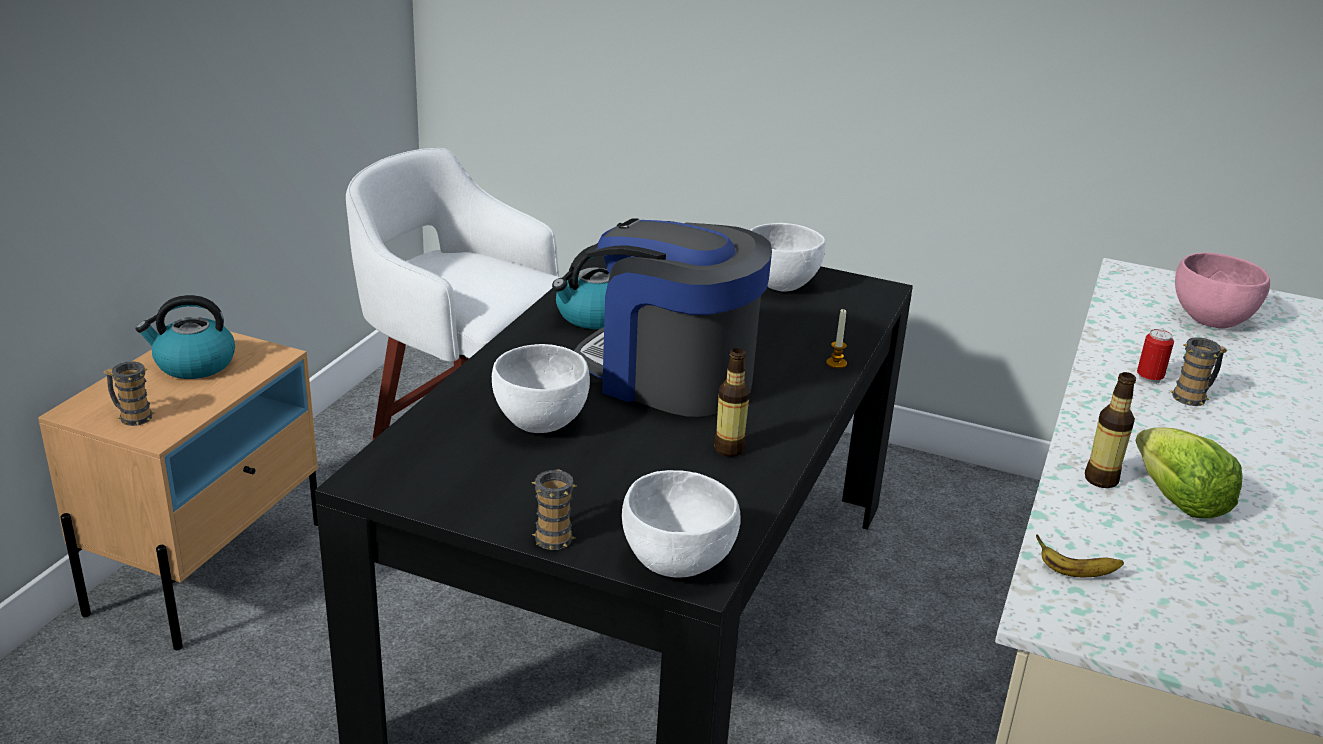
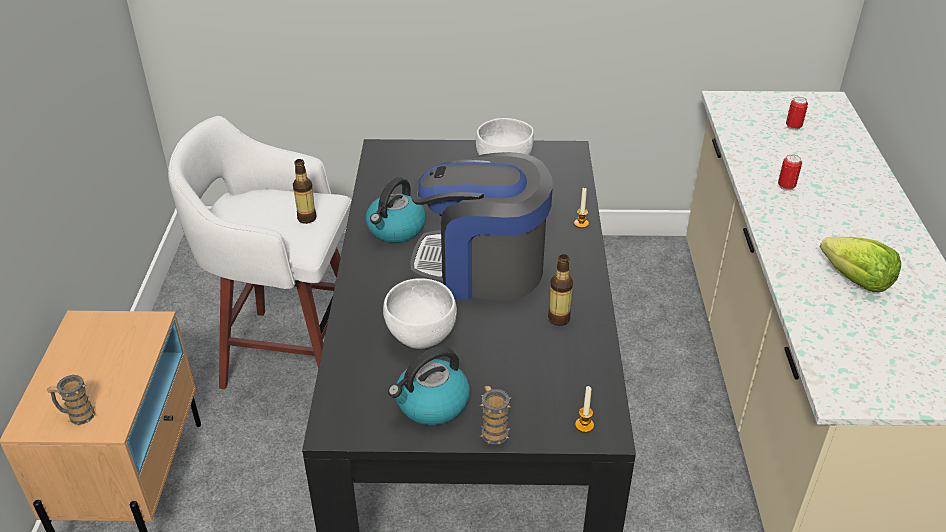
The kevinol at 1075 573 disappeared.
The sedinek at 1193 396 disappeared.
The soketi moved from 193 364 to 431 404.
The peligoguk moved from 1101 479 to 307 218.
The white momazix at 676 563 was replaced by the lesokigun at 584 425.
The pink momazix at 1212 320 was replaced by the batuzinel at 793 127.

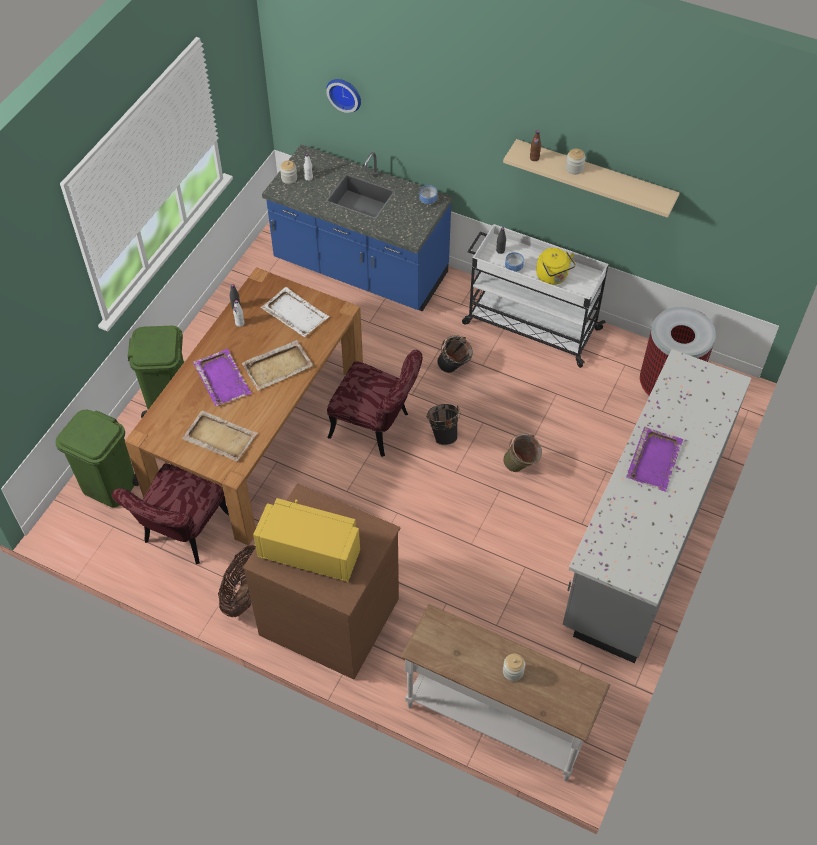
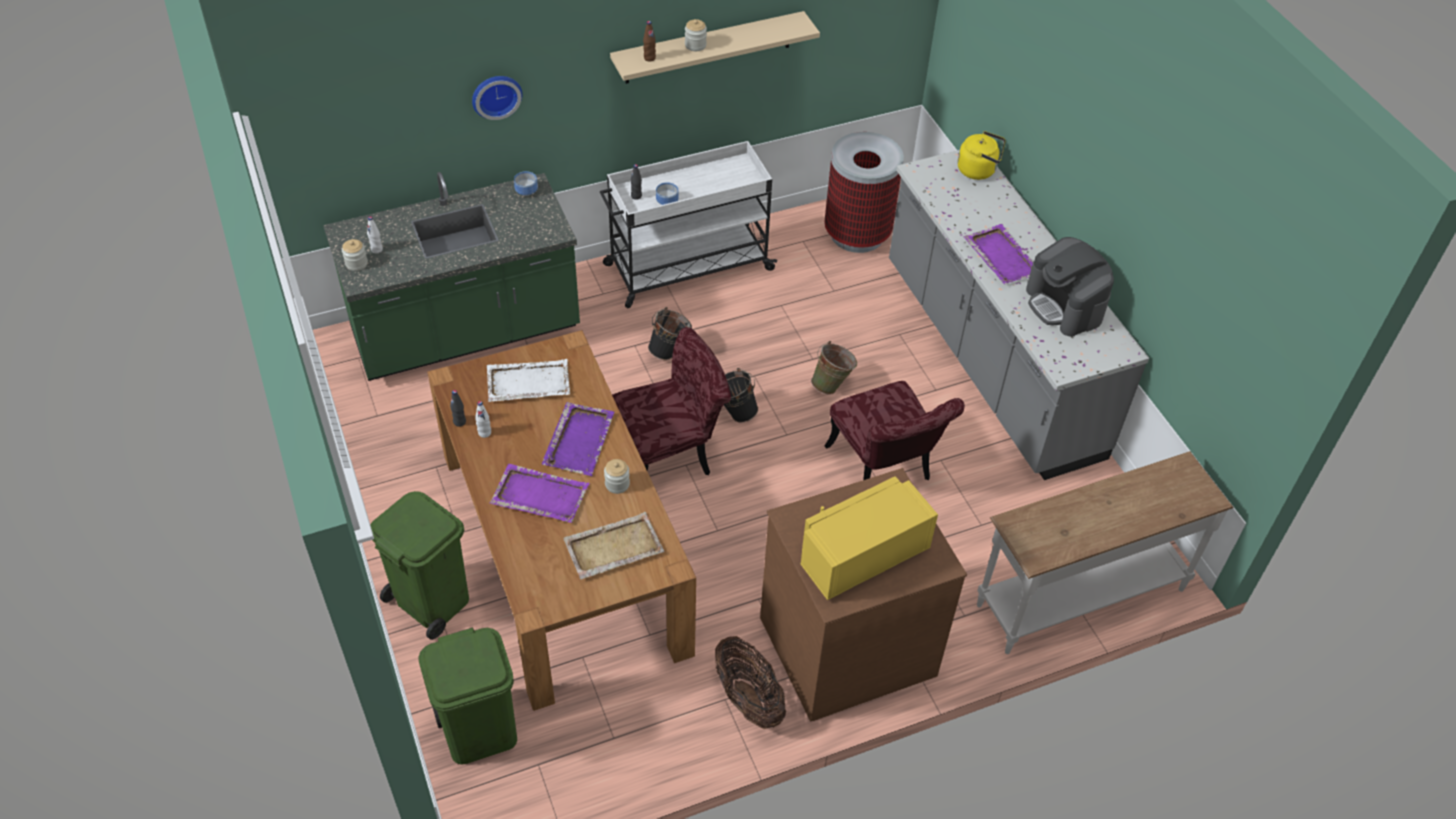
The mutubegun at 1064 305 appeared.
The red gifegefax moved from 182 535 to 883 471.
The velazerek moved from 345 93 to 496 95.
The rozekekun moved from 513 672 to 617 484.
The yellow soketi moved from 553 277 to 979 170.
The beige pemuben at 278 366 became the purple pemuben at 579 440.
The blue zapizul at 360 269 became the green zapizul at 466 332.

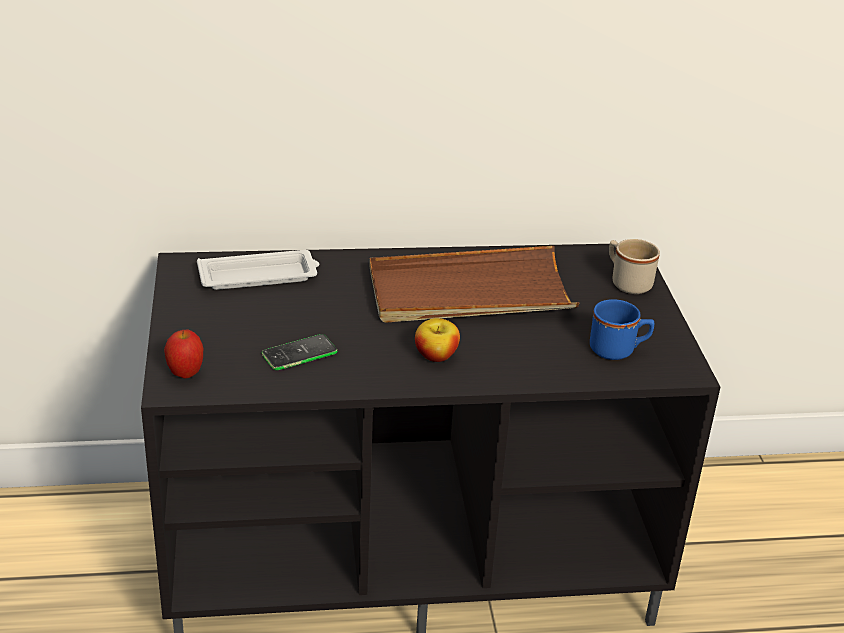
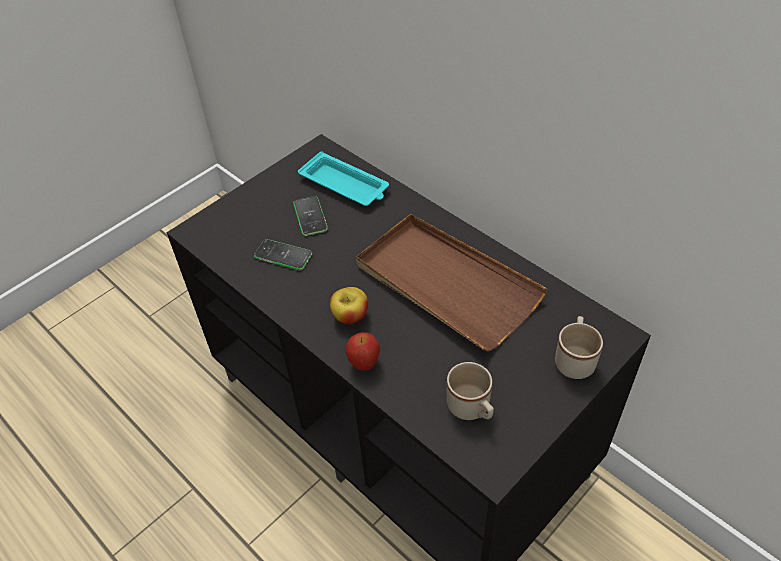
The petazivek at 310 216 appeared.
The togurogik moved from 185 374 to 364 364.
The white pemuben at 260 276 became the turquoise pemuben at 345 185.
The blue sedinek at 618 350 became the beige sedinek at 471 409.

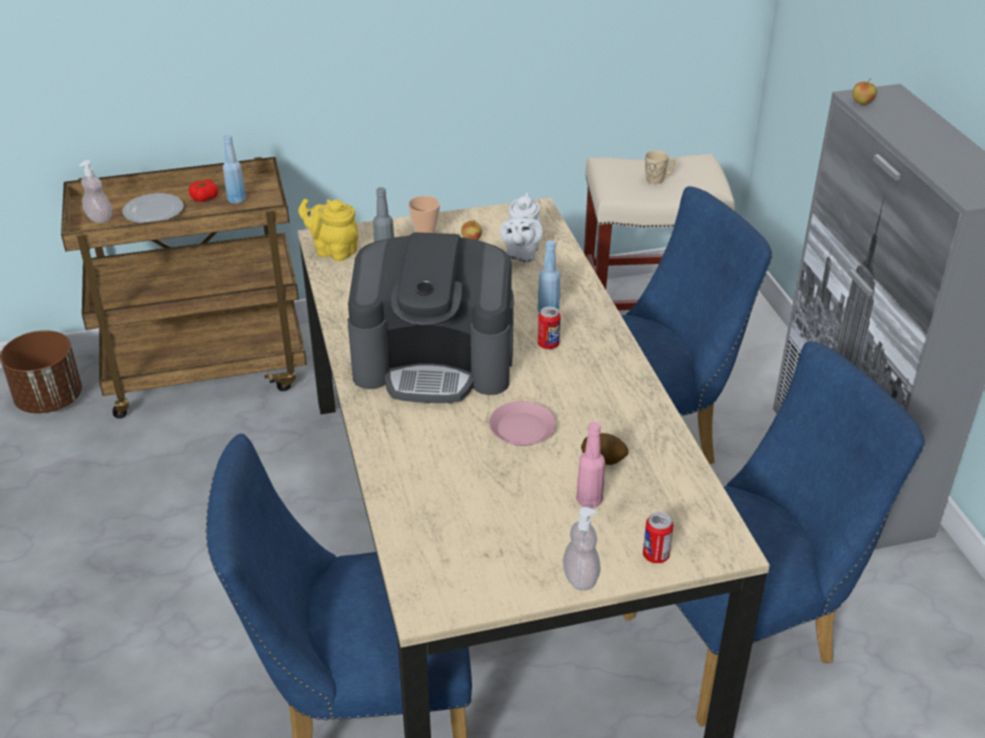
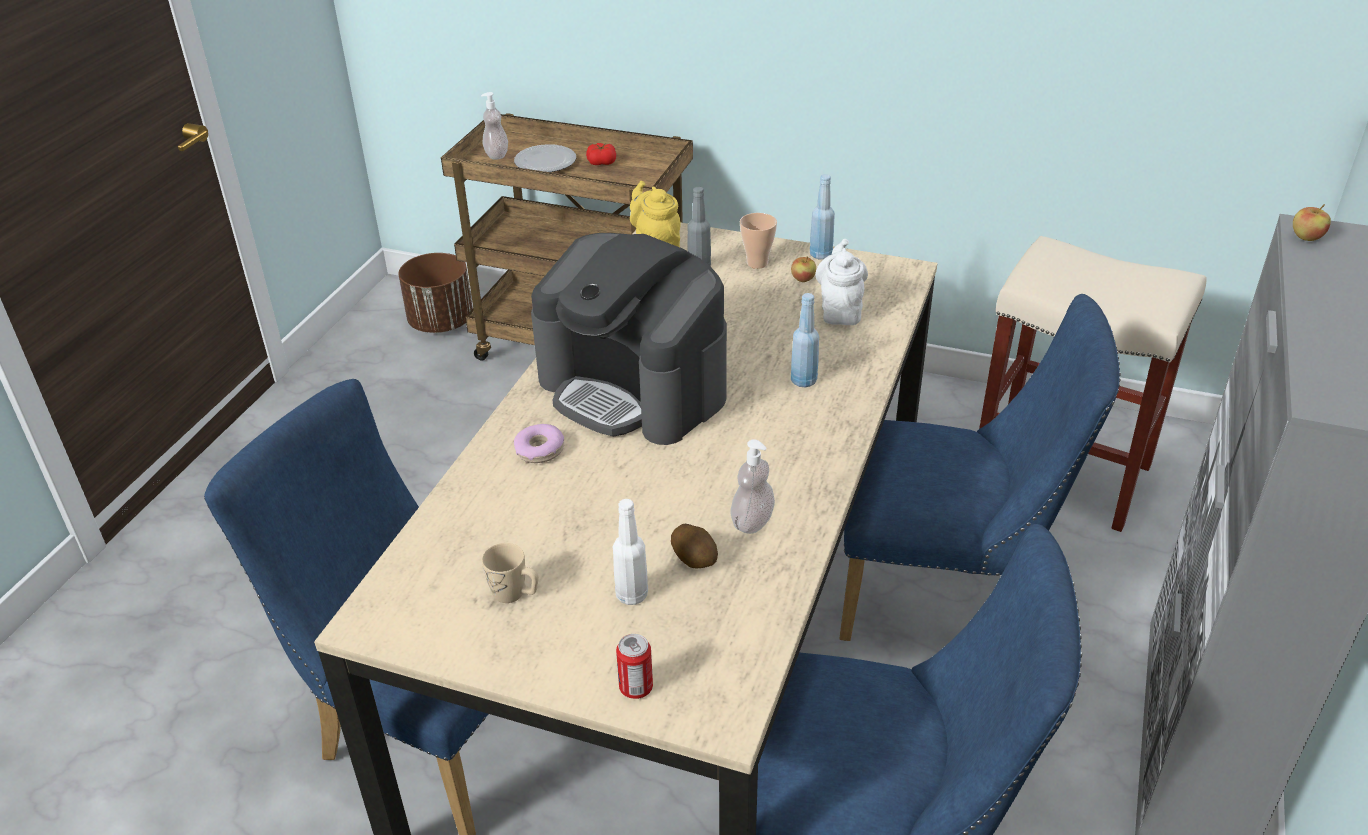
The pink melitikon at 522 429 disappeared.
The batuzinel at 548 344 disappeared.
The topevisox at 539 450 appeared.
The blue peligoguk moved from 237 200 to 821 255.
The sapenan moved from 580 578 to 752 522.
The beige sedinek moved from 658 179 to 515 594.
The pink peligoguk at 589 500 became the white peligoguk at 632 595.
The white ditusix at 521 254 turned 135 degrees clockwise.

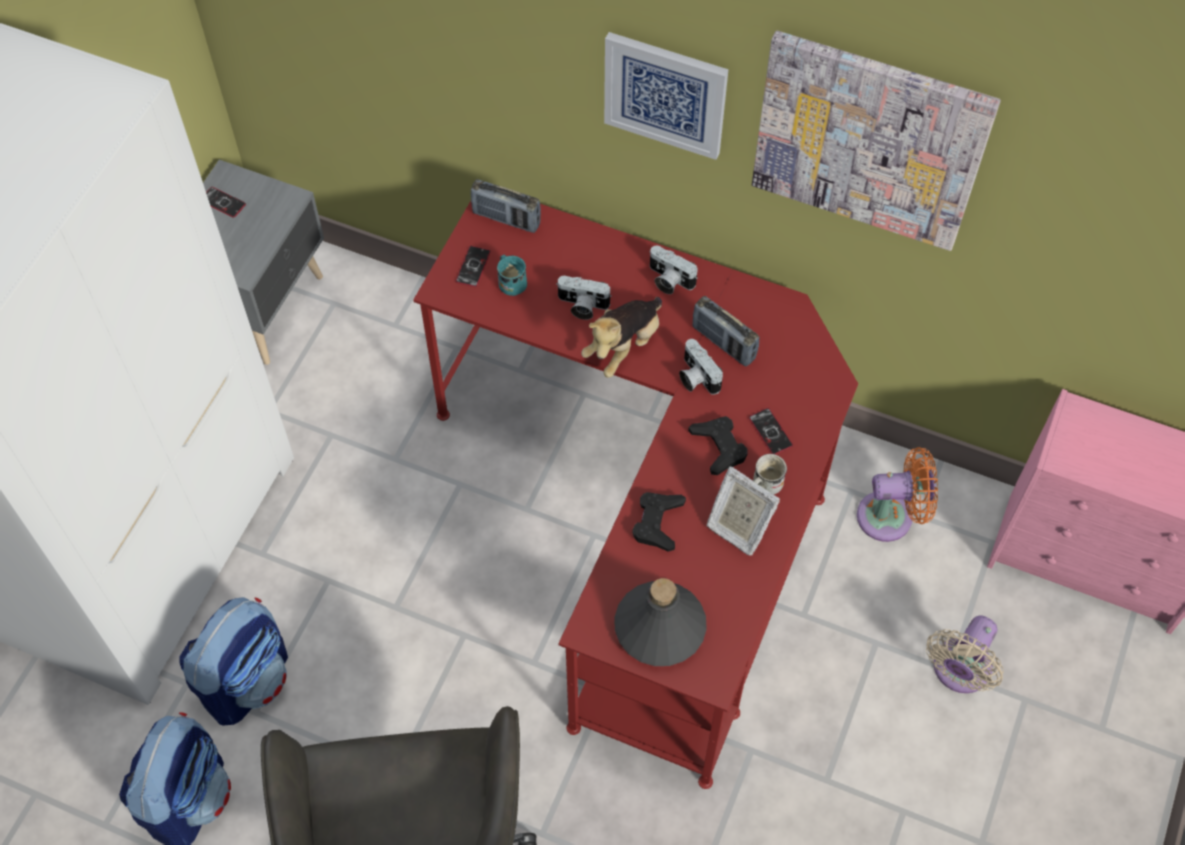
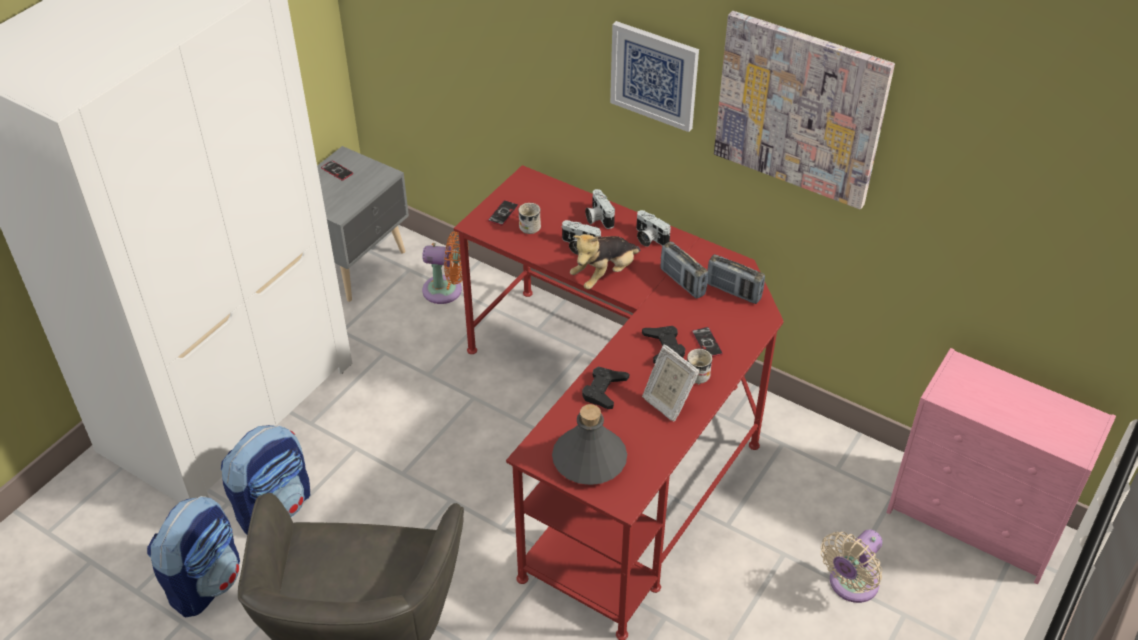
The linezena moved from 506 219 to 733 291.
The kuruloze moved from 696 377 to 598 218.
The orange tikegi moved from 891 516 to 447 290.
The turquoise sedinek at 511 281 became the white sedinek at 529 225.

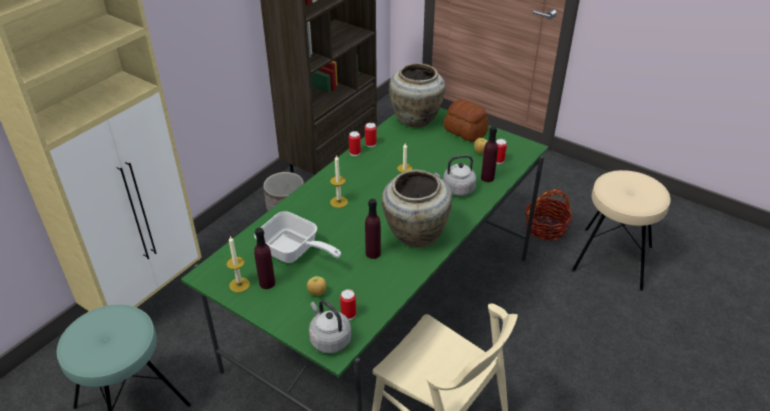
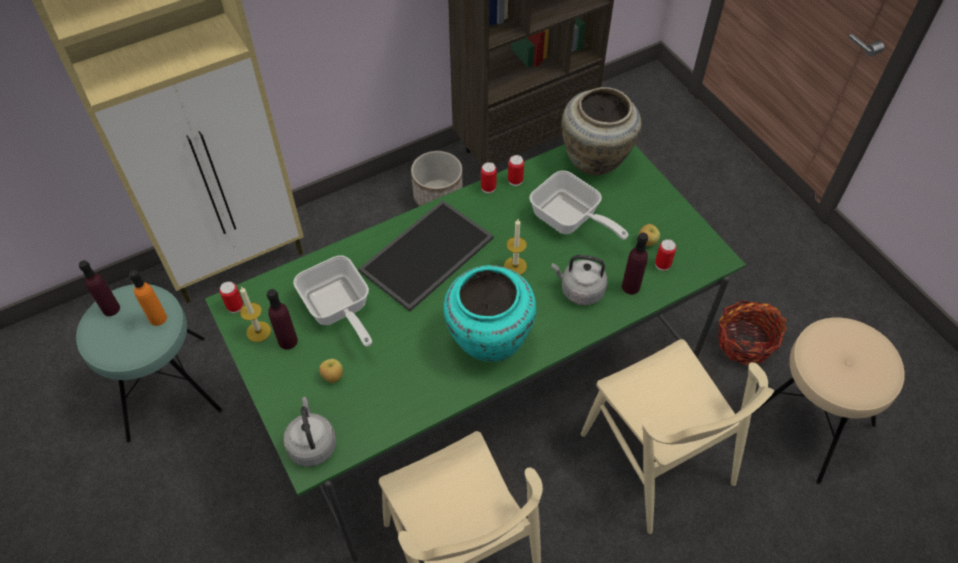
The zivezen at 465 131 disappeared.
The orange peligoguk at 158 318 appeared.
The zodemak at 570 220 appeared.
The beige gifegefax at 657 459 appeared.
The batuzinel moved from 348 314 to 235 306.
The purple peligoguk moved from 373 253 to 111 309.
The lesokigun at 339 202 was replaced by the pemuben at 427 256.
The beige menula at 414 234 became the turquoise menula at 488 339.

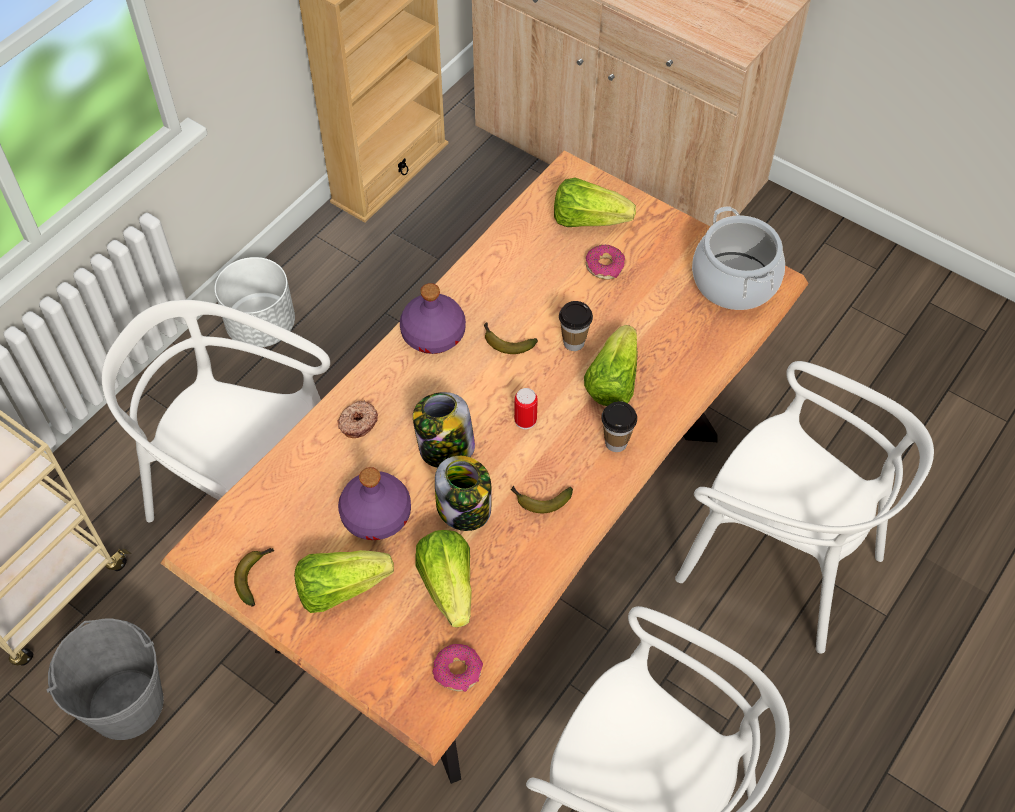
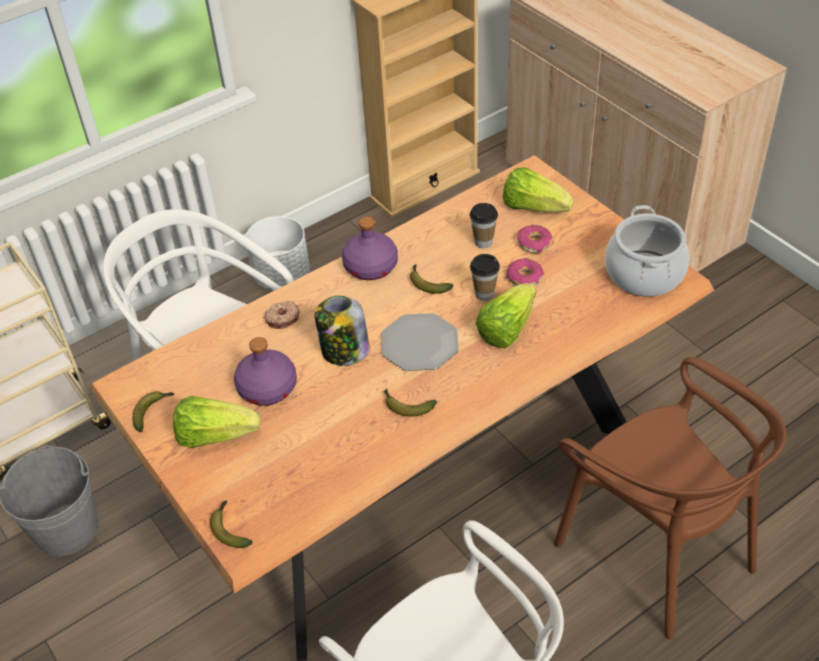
The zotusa at 448 585 disappeared.
The rozekekun at 465 509 disappeared.
The kevinol at 229 528 appeared.
The topevisox moved from 458 671 to 524 278.
The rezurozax moved from 616 442 to 483 242.
The batuzinel at 525 420 was replaced by the melitikon at 419 343.
The white gifegefax at 780 561 became the brown gifegefax at 655 550.

